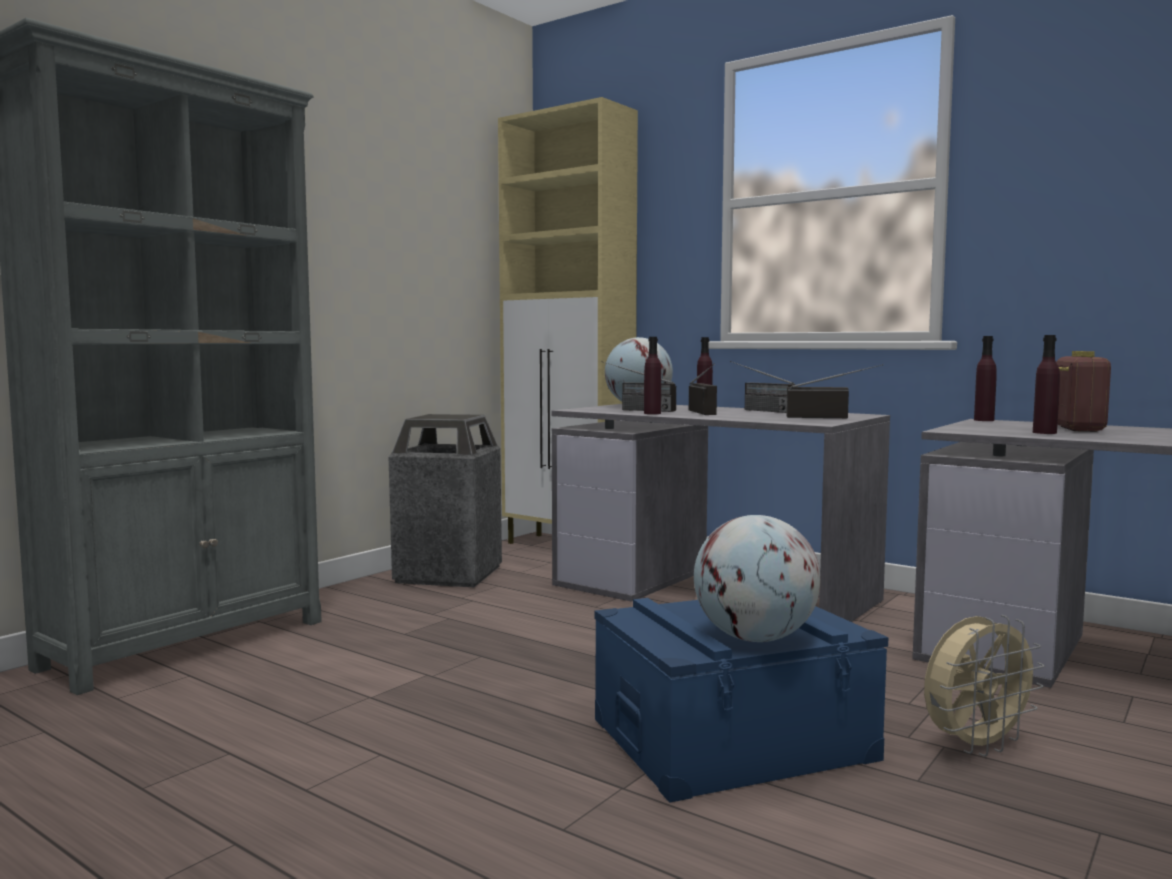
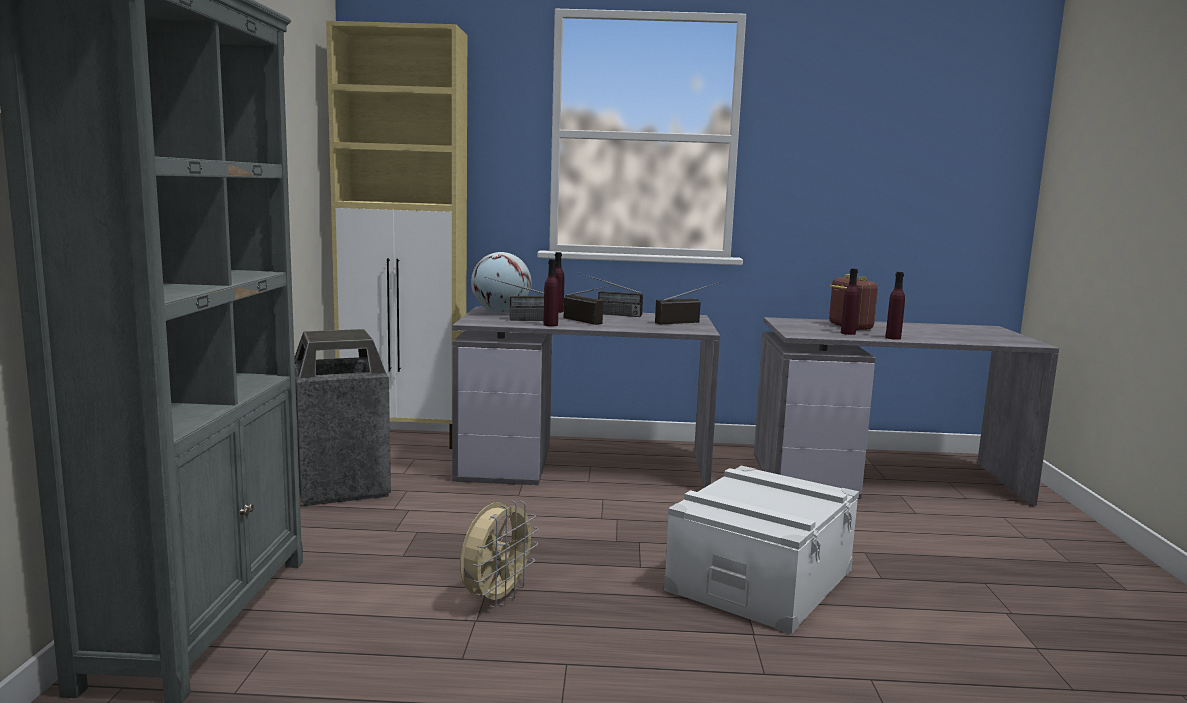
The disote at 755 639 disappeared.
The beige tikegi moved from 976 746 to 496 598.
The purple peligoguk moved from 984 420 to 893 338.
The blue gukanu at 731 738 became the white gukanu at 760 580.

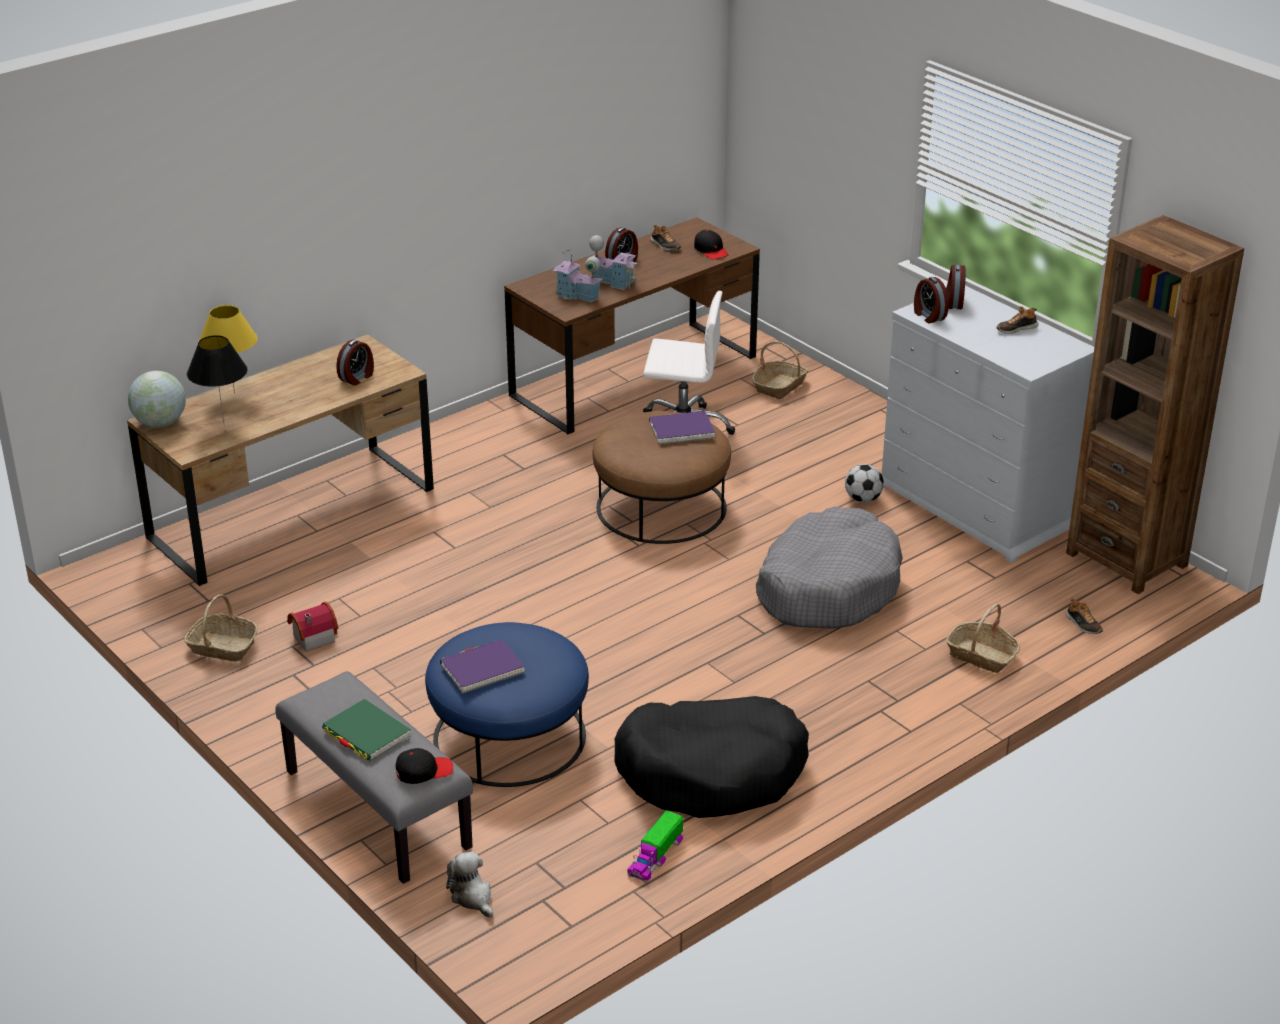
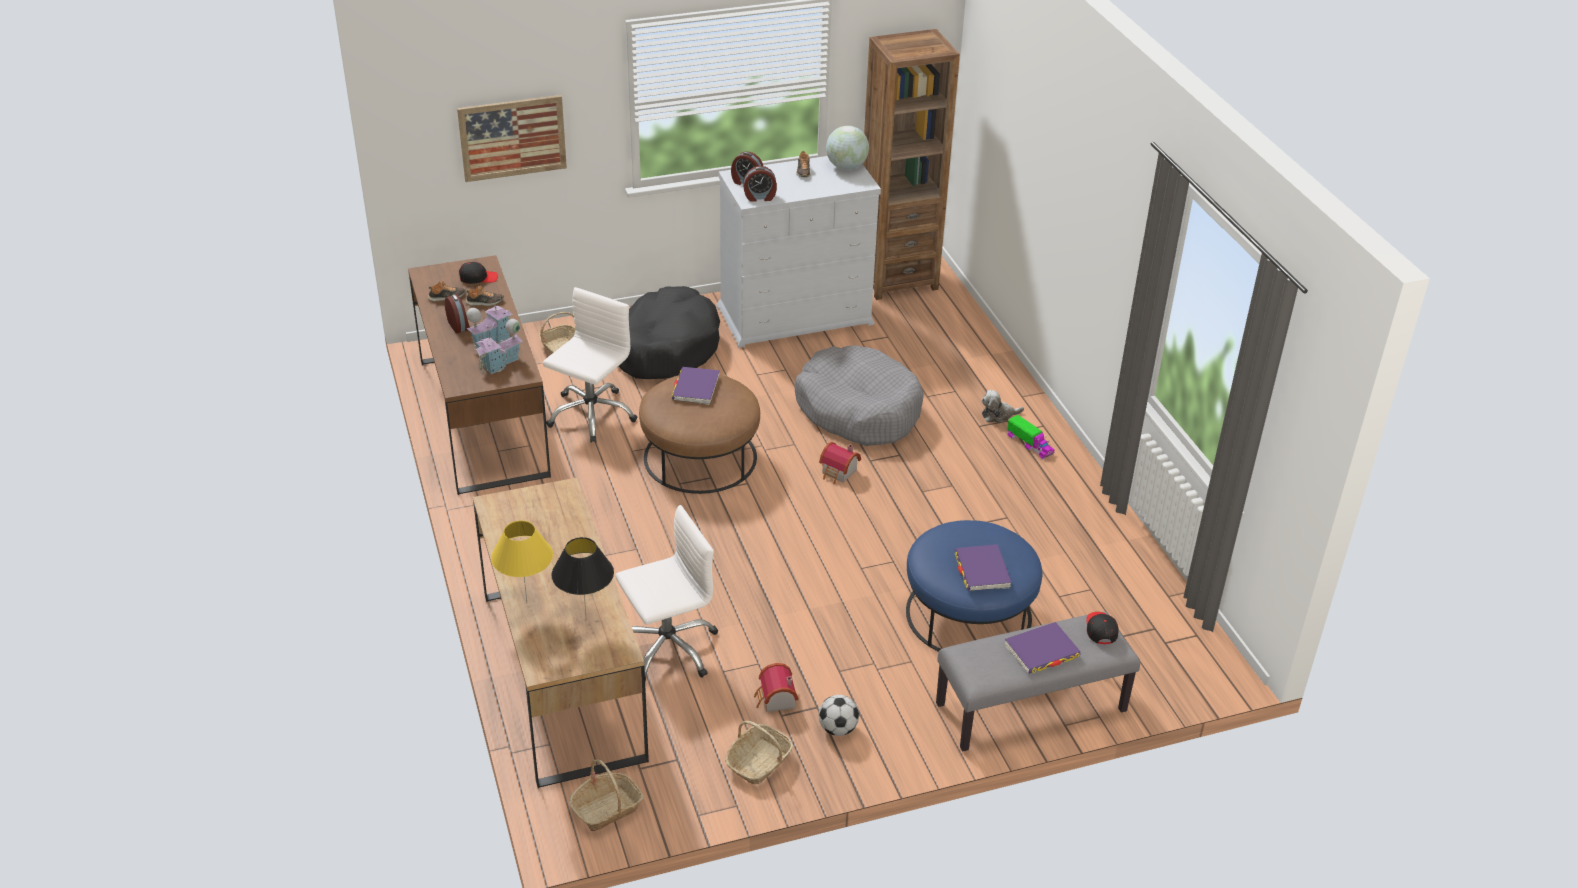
The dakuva at 357 378 disappeared.
The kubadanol at 512 138 appeared.
The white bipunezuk at 667 648 appeared.
The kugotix at 839 473 appeared.
The disote moved from 160 423 to 846 166.
The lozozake moved from 472 897 to 998 415.
The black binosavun moved from 712 771 to 666 348.
The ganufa moved from 656 857 to 1029 444.
The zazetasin moved from 863 499 to 838 729.
The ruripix moved from 981 656 to 607 809.
The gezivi moved from 1082 624 to 484 302.
The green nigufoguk at 366 734 became the purple nigufoguk at 1041 651.

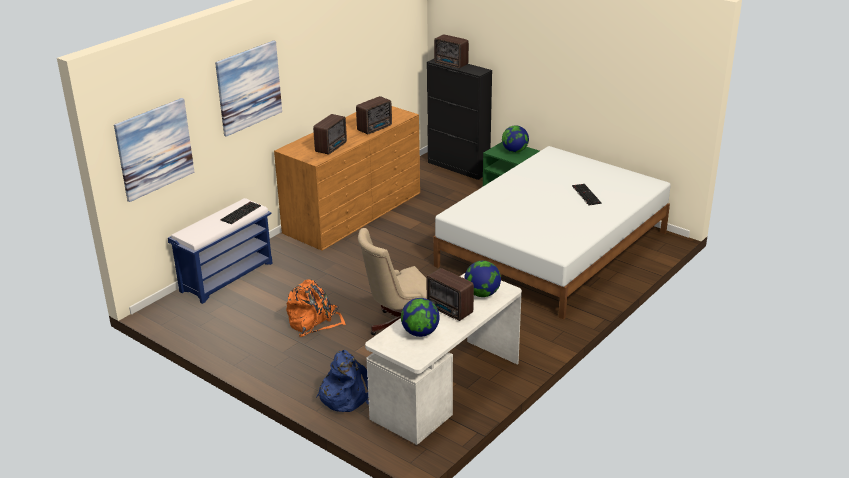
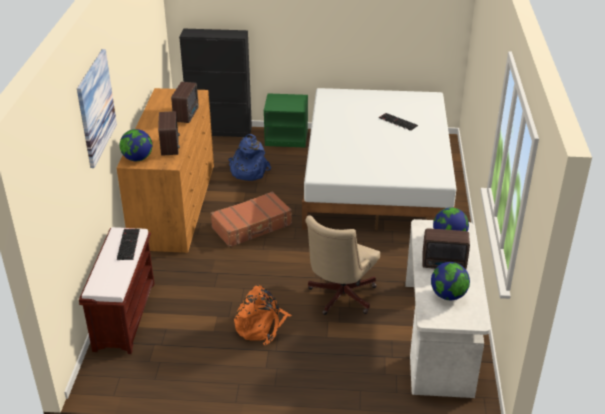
The kubadanol at 154 149 disappeared.
The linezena at 451 64 disappeared.
The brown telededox at 252 226 appeared.
The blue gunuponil moved from 345 396 to 248 171.
The disote moved from 514 151 to 137 158.
The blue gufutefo at 227 276 became the brown gufutefo at 124 315.

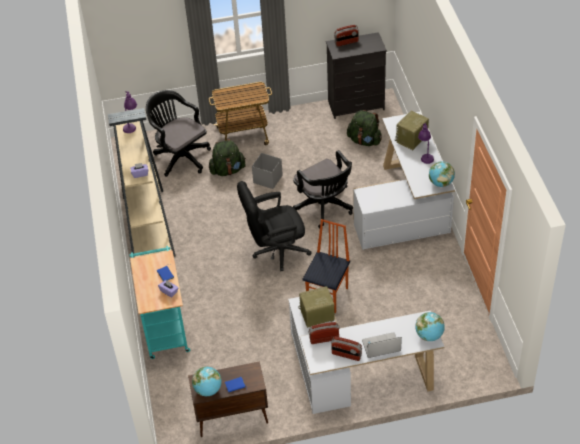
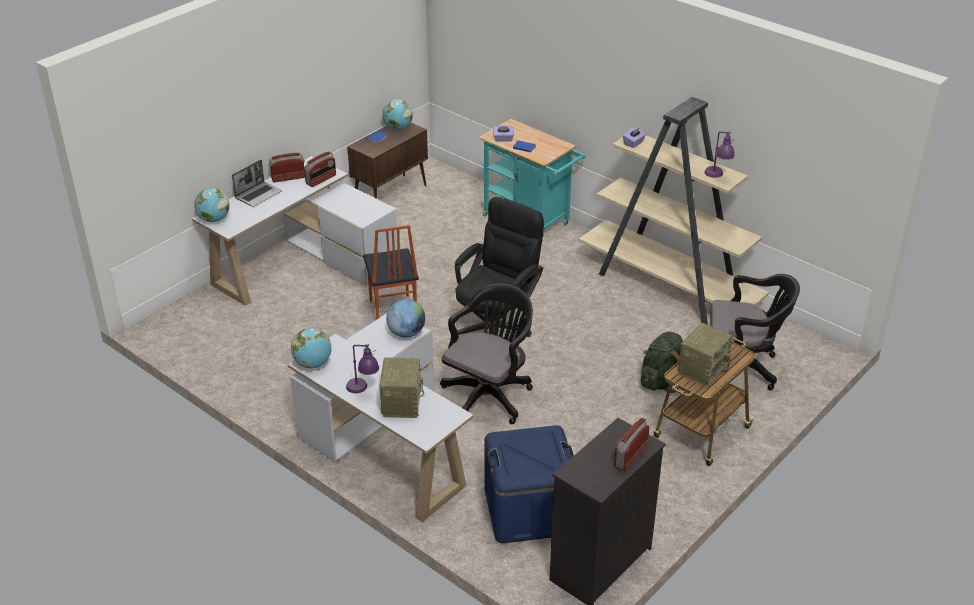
The grey gukanu at 267 179 disappeared.
The disote at 406 333 appeared.
The linezena moved from 316 316 to 702 369.
The green gunuponil at 364 140 was replaced by the blue gukanu at 528 511.
The black bipunezuk at 325 208 turned 105 degrees clockwise.

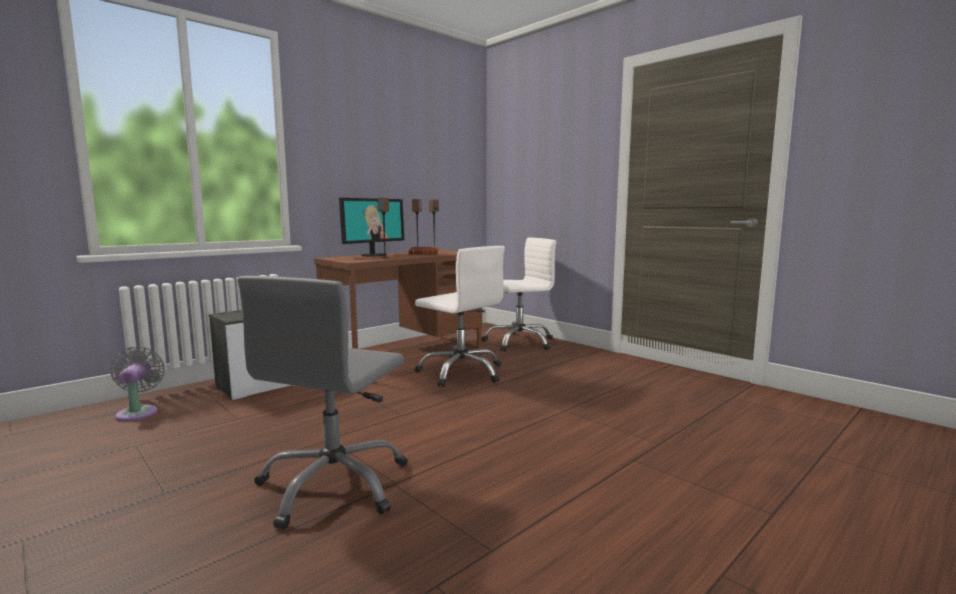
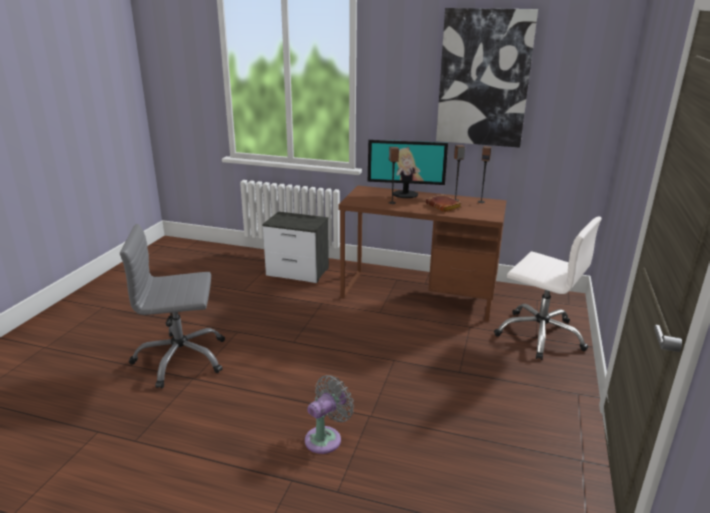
The white bipunezuk at 461 372 disappeared.
The kubadanol at 484 79 appeared.
The grey tikegi moved from 138 412 to 326 438.

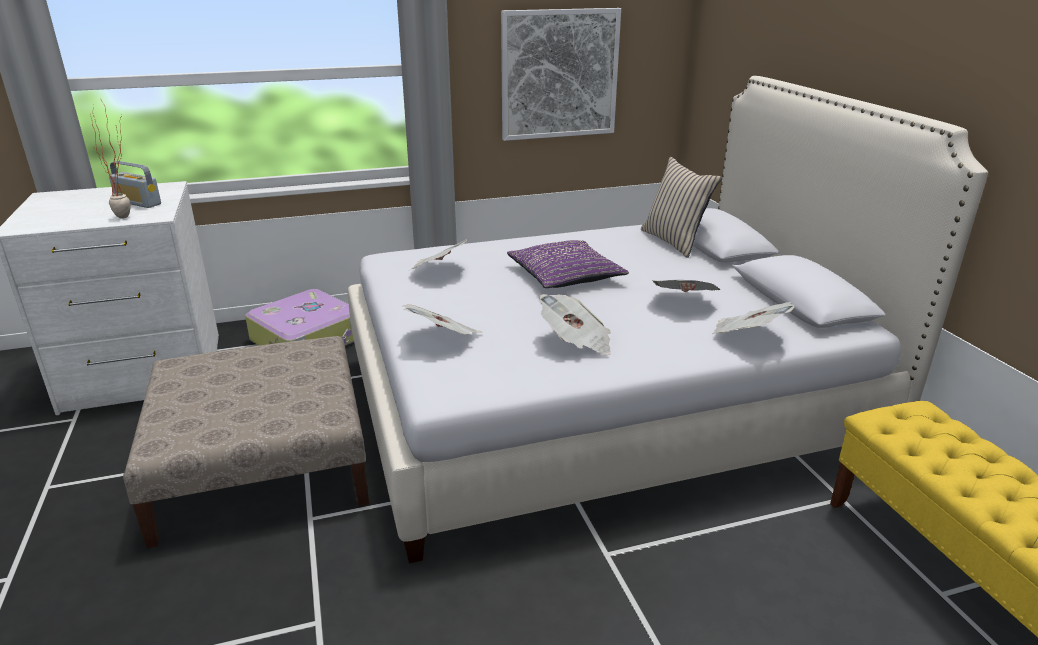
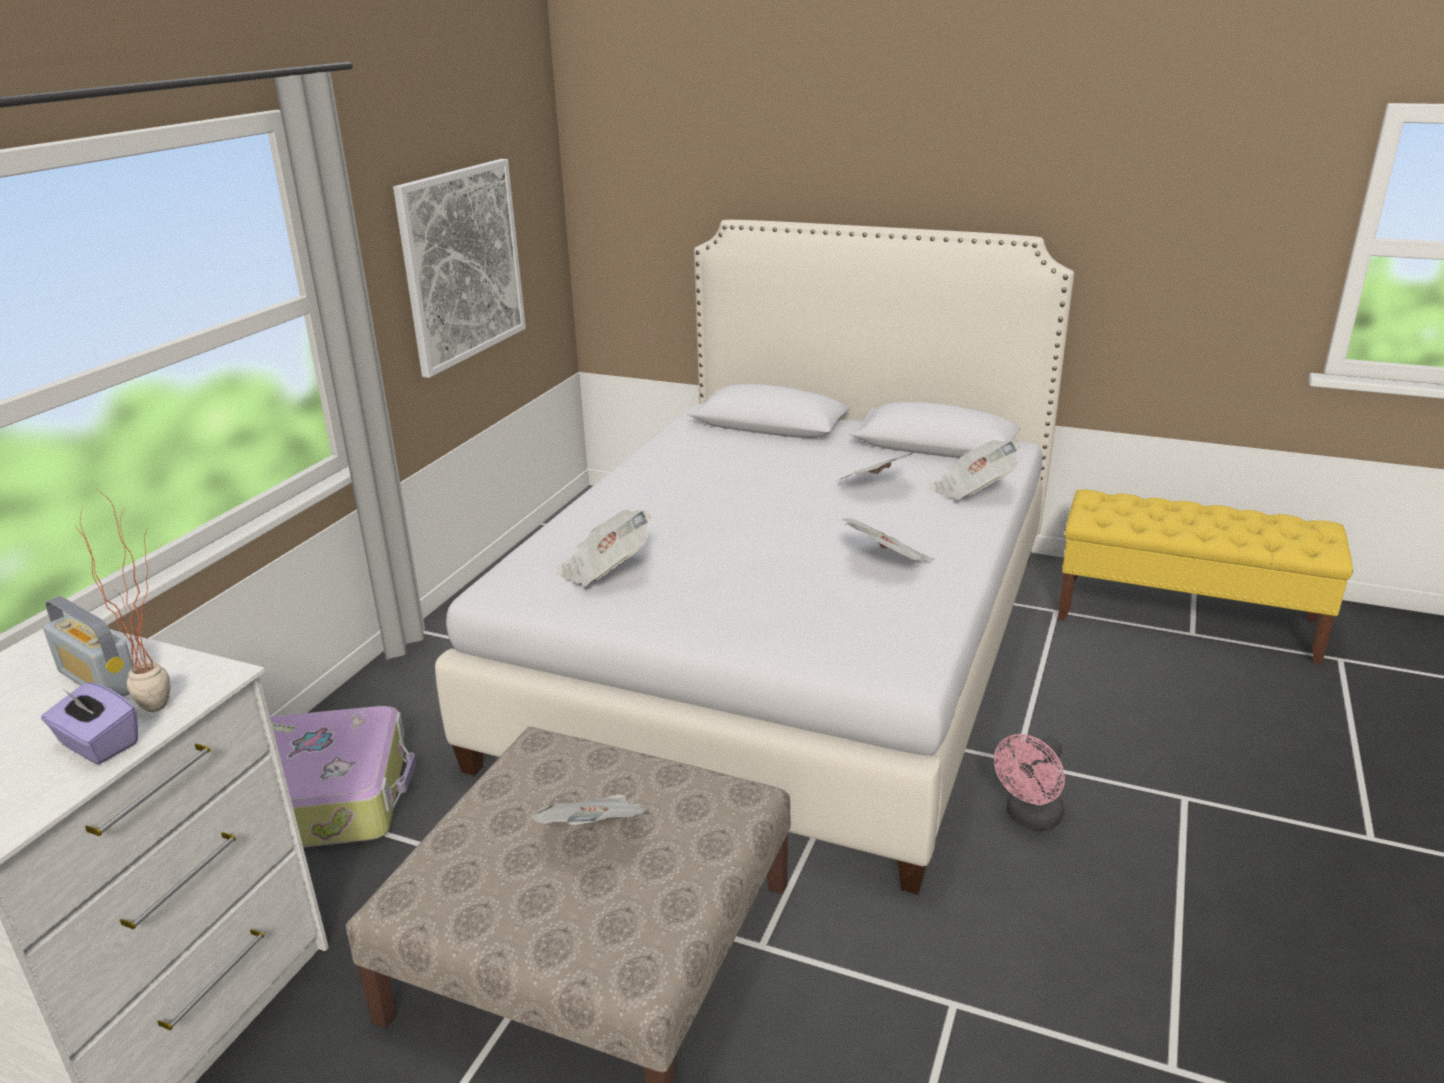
The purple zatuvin at 565 275 disappeared.
The beige zatuvin at 674 241 disappeared.
The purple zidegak at 98 744 appeared.
The pink tikegi at 1029 818 appeared.
The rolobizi moved from 444 338 to 594 833.
The linezena at 138 203 turned 60 degrees clockwise.

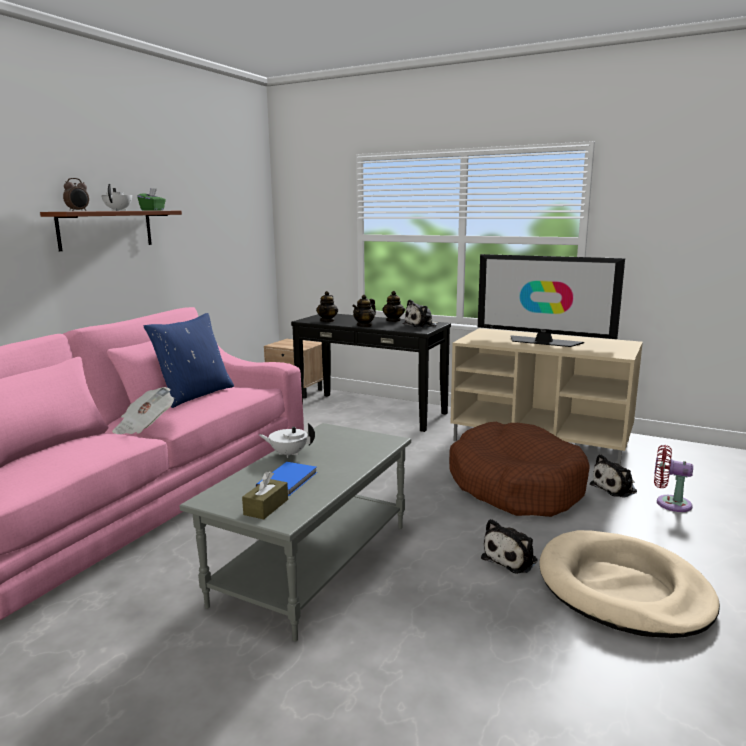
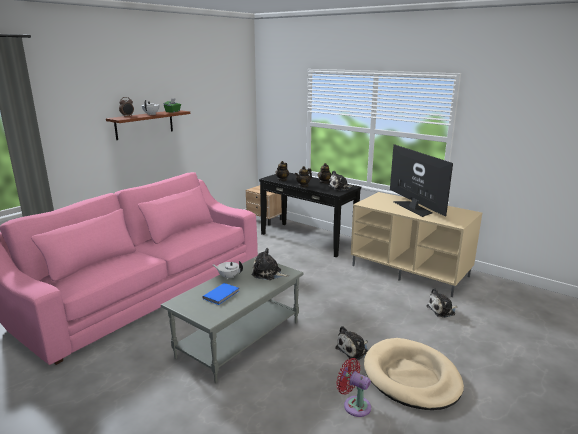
The rolobizi at 144 426 disappeared.
The blue zatuvin at 194 395 disappeared.
The brown zidegak at 266 507 disappeared.
The brown binosavun at 515 485 disappeared.
The lozozake at 268 274 appeared.
The red tikegi moved from 669 503 to 354 405.
The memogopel at 543 342 turned 150 degrees counterclockwise.

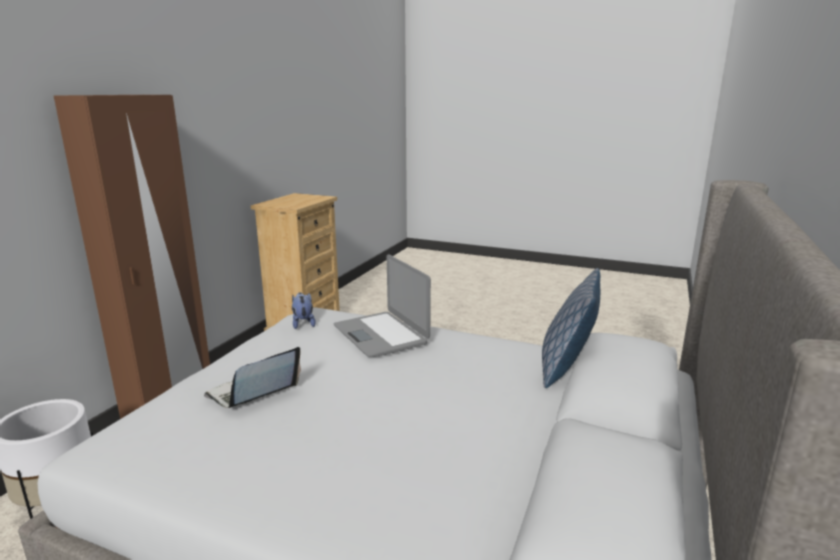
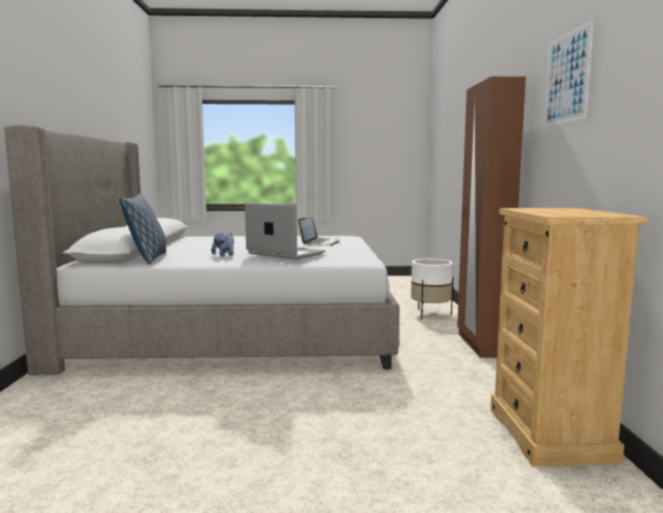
The kubadanol at 566 78 appeared.
The lozozake moved from 303 323 to 224 255.

